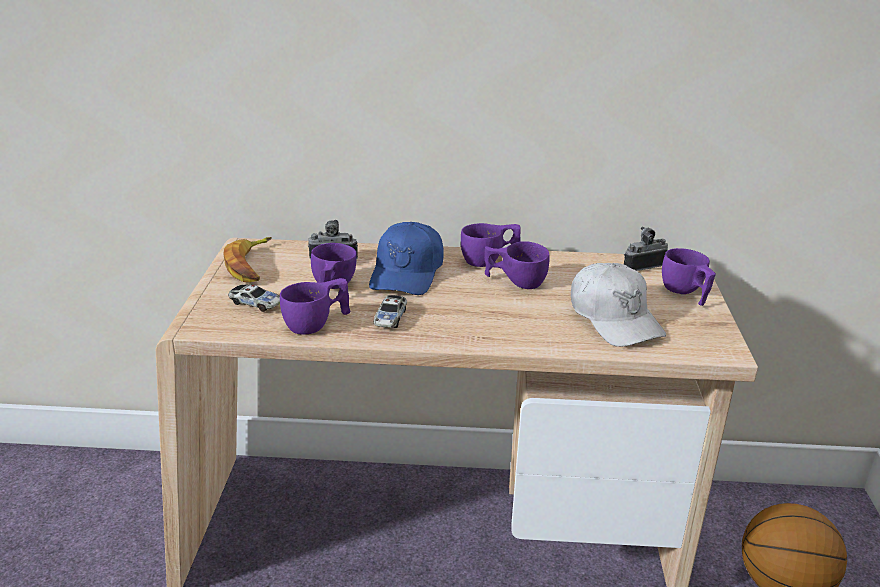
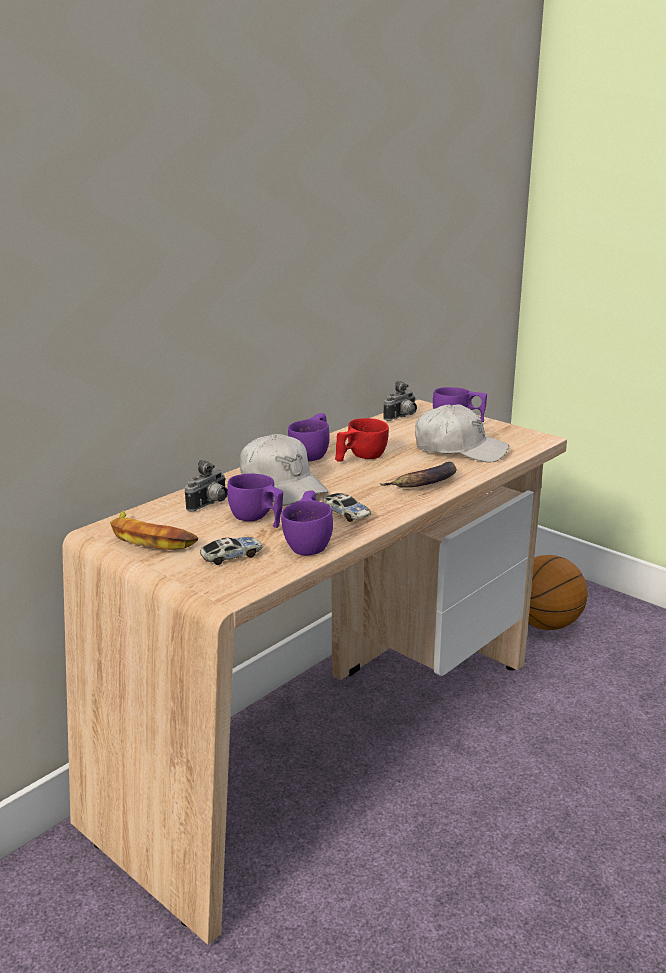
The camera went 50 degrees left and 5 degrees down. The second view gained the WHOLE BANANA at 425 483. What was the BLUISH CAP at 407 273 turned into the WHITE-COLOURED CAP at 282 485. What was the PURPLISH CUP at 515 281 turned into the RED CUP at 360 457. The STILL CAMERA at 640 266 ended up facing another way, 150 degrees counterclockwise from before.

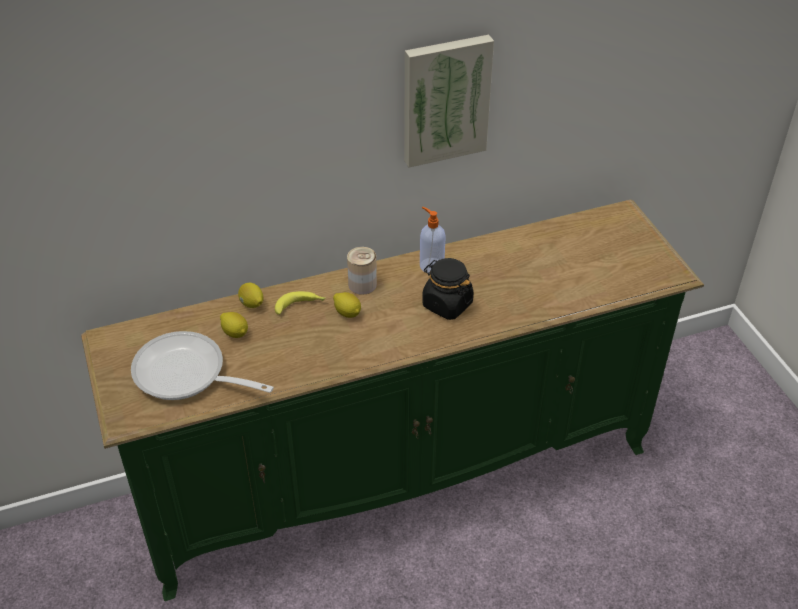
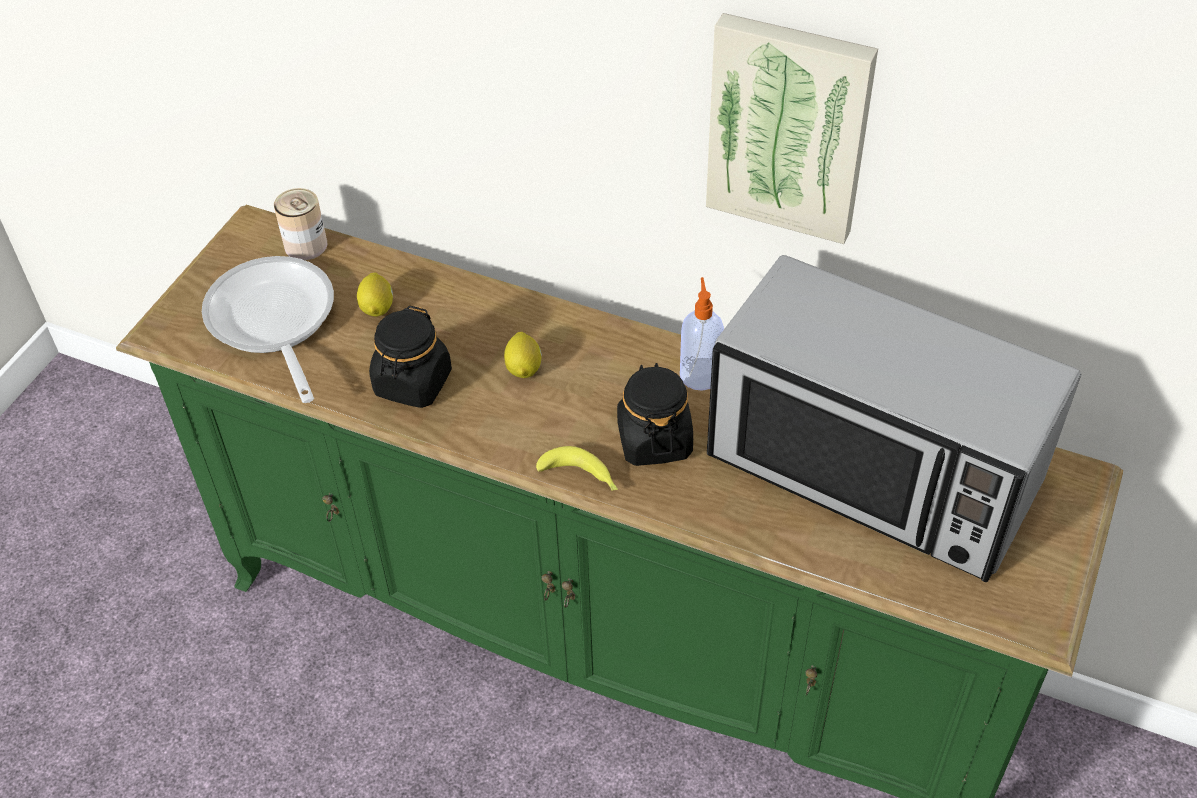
The camera went 45 degrees right and 5 degrees up. The second view lost the LEMON at 252 304. The second view gained the BLACK-COLOURED STORAGE JAR at 413 383. The second view gained the KITCHEN MICROWAVE at 872 470. The WHOLE BANANA ended up elsewhere, having gone from 300 306 to 581 477. The SEALED CAN ended up elsewhere, having gone from 362 284 to 306 245.

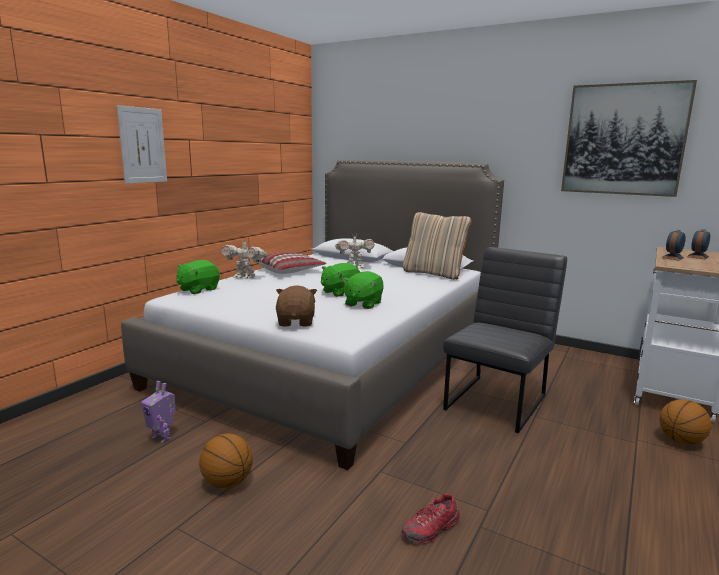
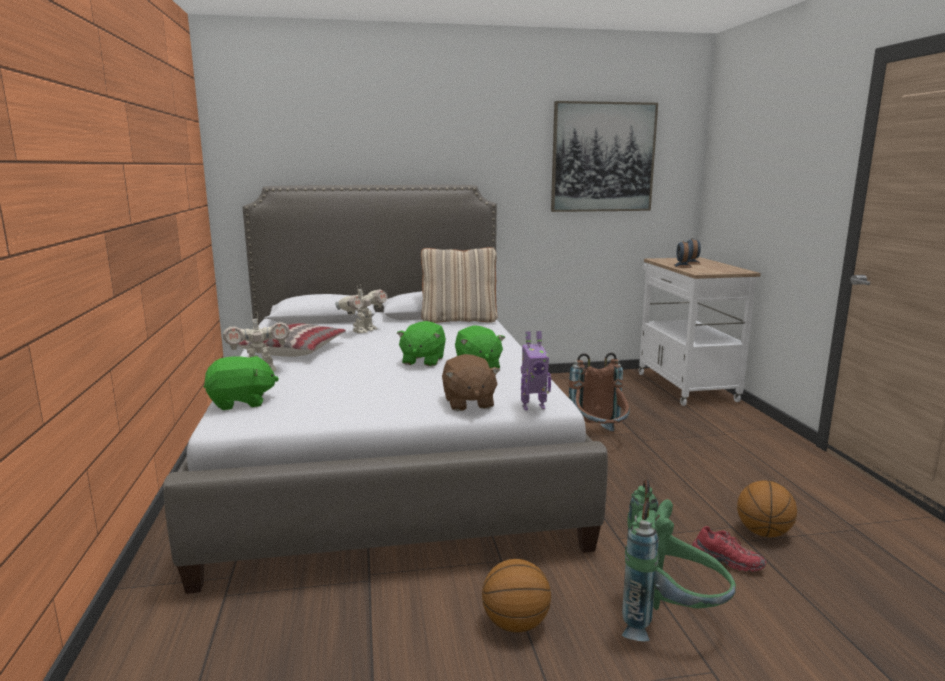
The camera went 40 degrees left and 0 degrees up. The second view lost the WALL ART at 142 145. The second view gained the GREEN KNAPSACK at 669 622. The MODEL ROBOT ended up elsewhere, having gone from 162 437 to 533 406. The BALL FOR BASKETBALL ended up elsewhere, having gone from 681 441 to 763 532. Where the GRAY CHAIR stood at 497 401, the BROWNISH KNAPSACK came to stand at 598 438. The GREEN SOFT TOY at 198 290 ended up facing another way, 105 degrees counterclockwise from before. The BROWNISH SOFT TOY at 296 322 ended up facing another way, 150 degrees counterclockwise from before. The RED LOW SHOE at 431 530 ended up facing another way, 75 degrees counterclockwise from before.

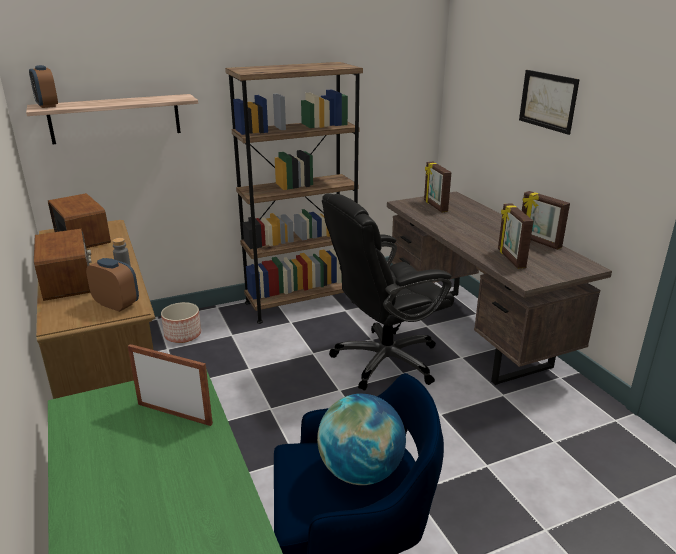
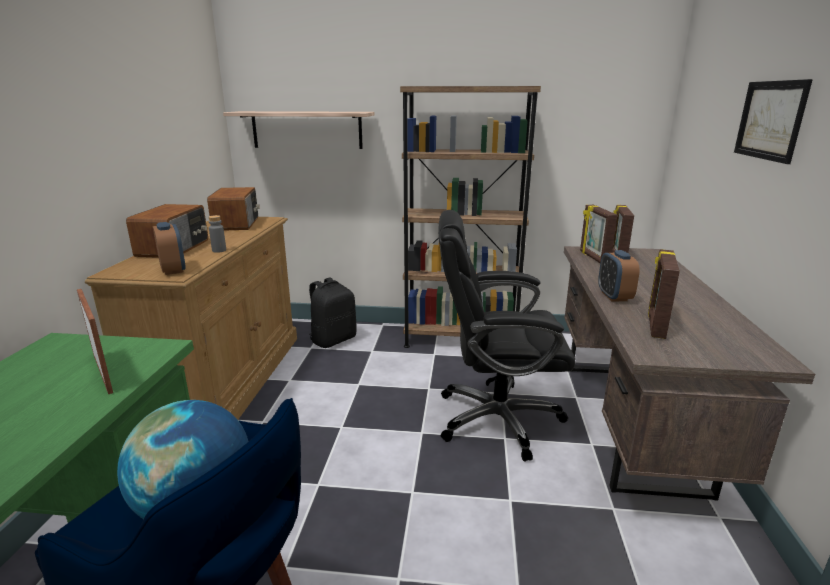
The camera went 30 degrees right and 5 degrees down. The ALARM CLOCK ended up elsewhere, having gone from 47 105 to 614 296. The PHOTO FRAME ended up elsewhere, having gone from 538 242 to 593 257. Where the PLANTER stood at 183 335, the BLACK-COLOURED KNAPSACK came to stand at 333 340.

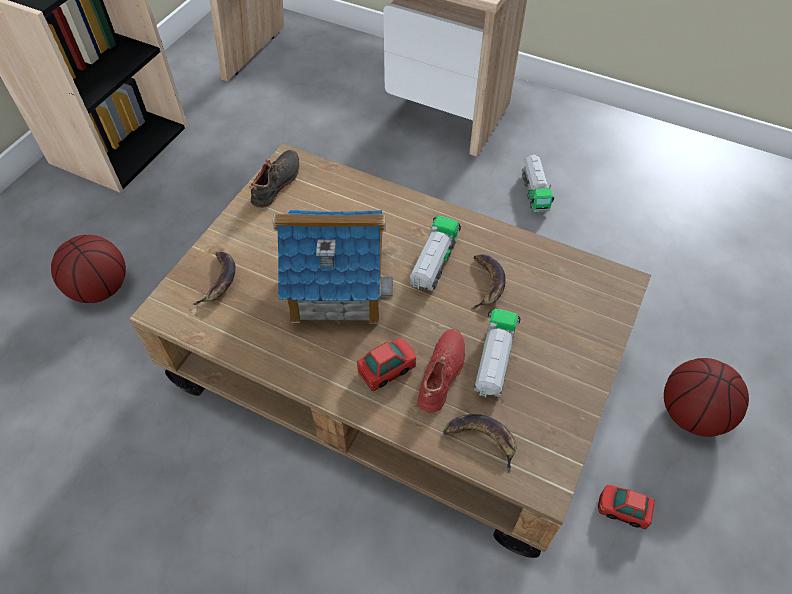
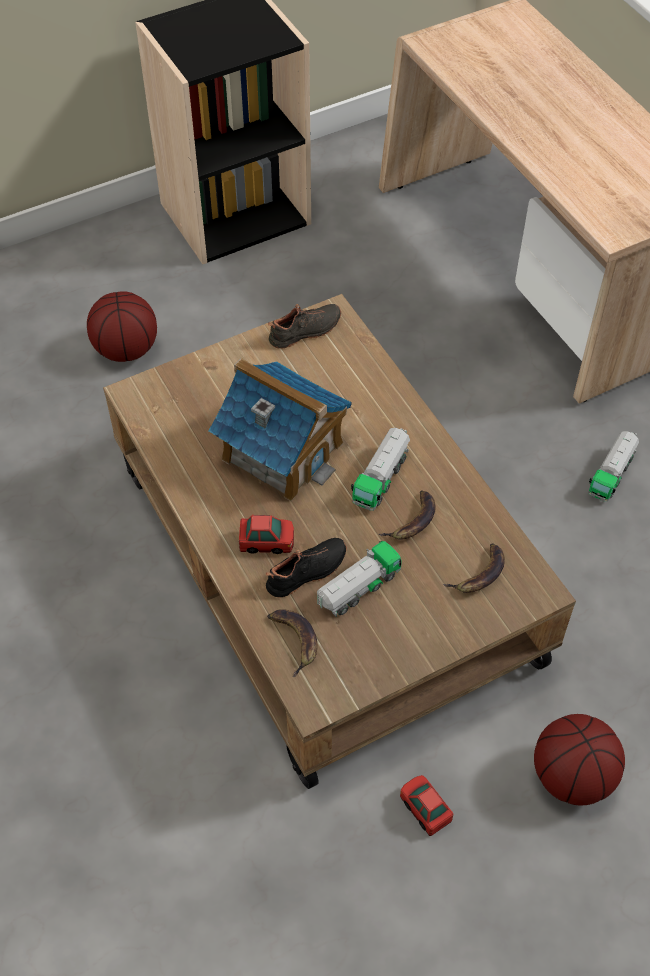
The camera went 35 degrees right and 0 degrees up. The WHOLE BANANA ended up elsewhere, having gone from 219 281 to 480 574. What was the RED LOW SHOE at 443 375 turned into the BLACK-COLOURED LOW SHOE at 307 573. The MODEL TRUCK at 433 264 ended up facing another way, 150 degrees clockwise from before.

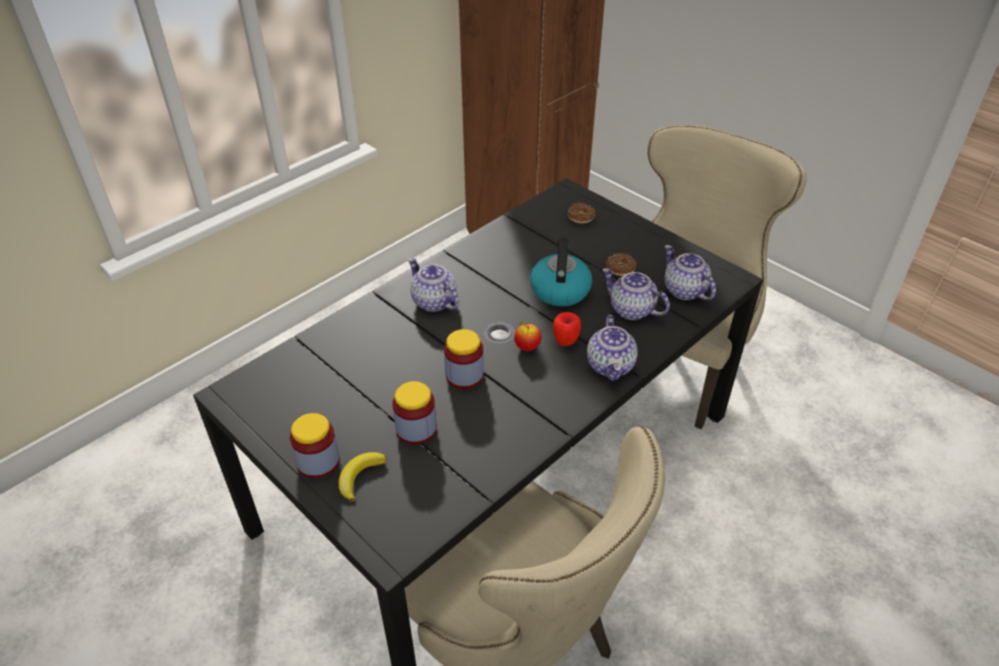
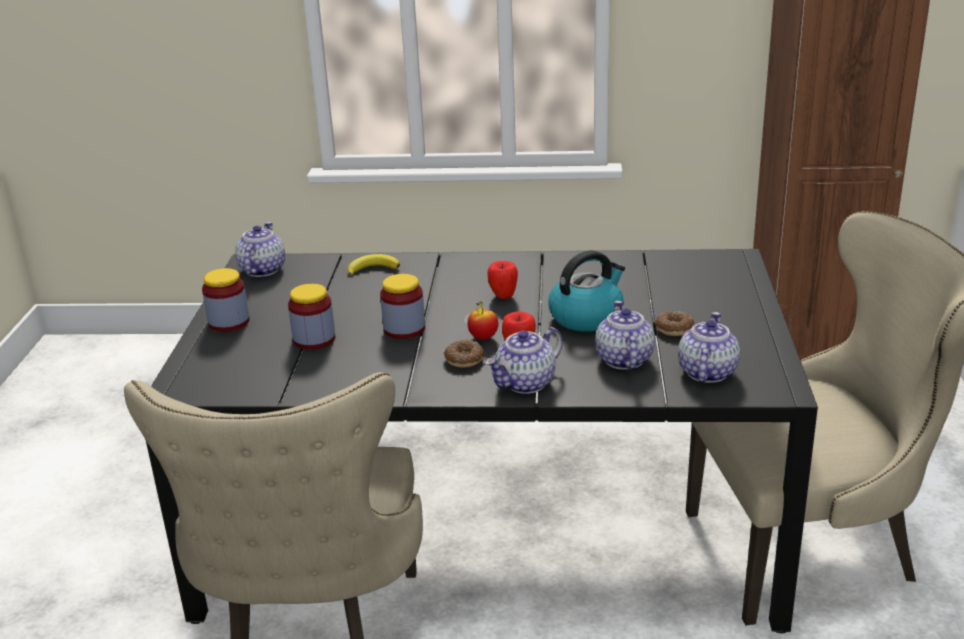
The camera went 50 degrees right and 15 degrees down. The second view gained the APPLE FRUIT at 503 296. The WHOLE BANANA ended up elsewhere, having gone from 359 476 to 373 268. The POT FOR TEA ended up elsewhere, having gone from 433 301 to 262 270. The RING DOUGHNUT ended up elsewhere, having gone from 580 217 to 464 360.

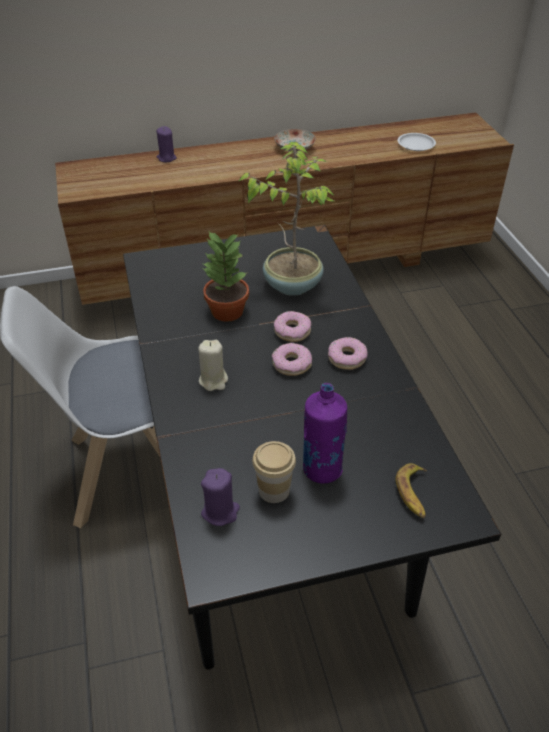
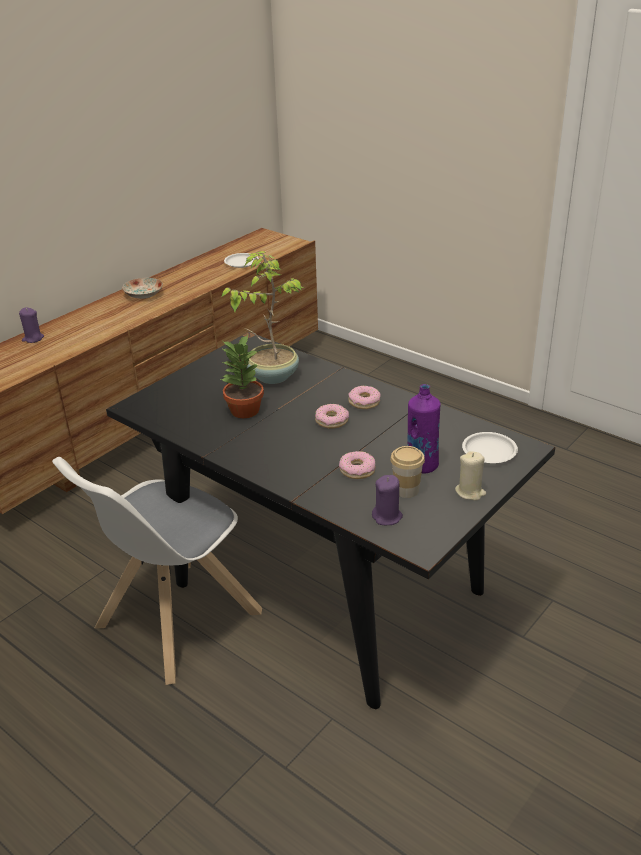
The camera went 35 degrees left and 10 degrees down. The SAND-COLOURED CANDLE ended up elsewhere, having gone from 213 380 to 470 492. The RING DOUGHNUT ended up elsewhere, having gone from 292 331 to 357 470. Where the WHOLE BANANA stood at 413 494, the WHITE-COLOURED FLAT DISH came to stand at 489 451.

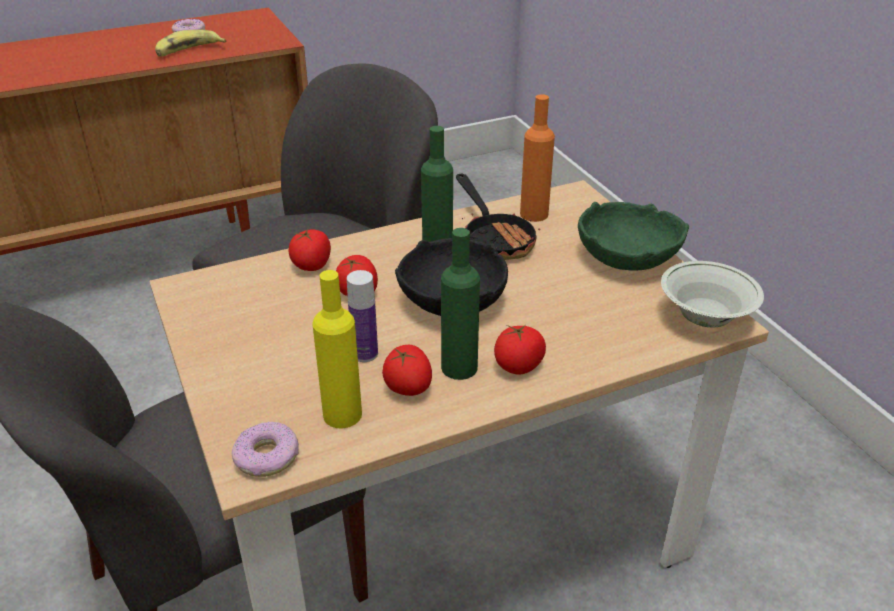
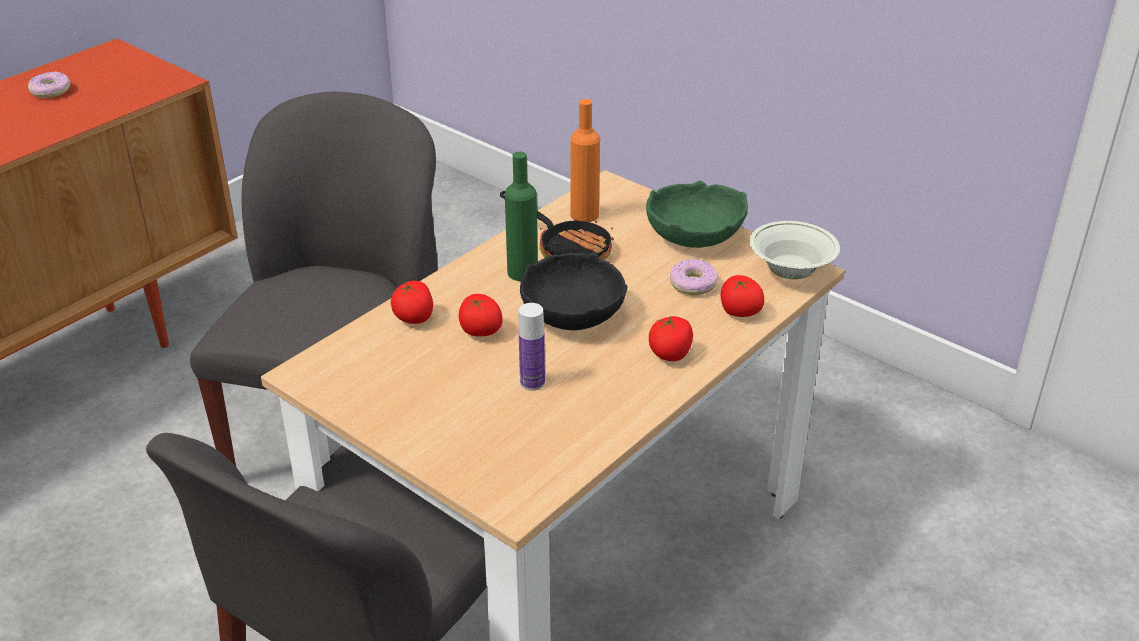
The camera went 25 degrees left and 0 degrees up. The second view lost the WHOLE BANANA at 188 51. The second view lost the YELLOW-COLOURED BEVERAGE BOTTLE at 342 414. The second view lost the GREEN BEVERAGE BOTTLE at 459 367. The RING DOUGHNUT ended up elsewhere, having gone from 267 457 to 693 284. The WHOLE TOMATO ended up elsewhere, having gone from 408 387 to 739 312.

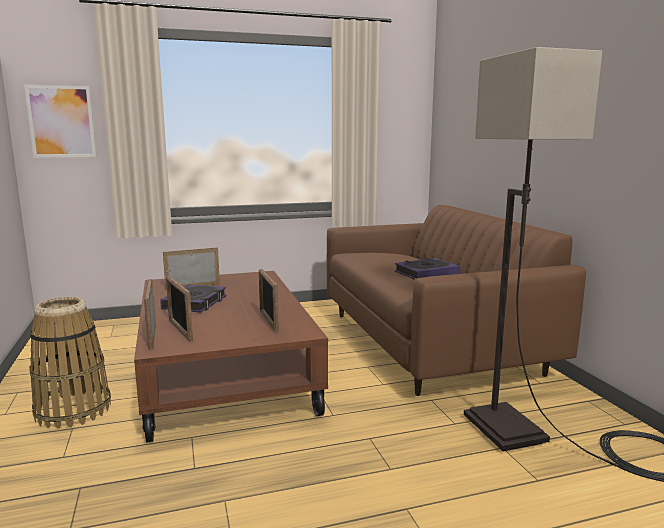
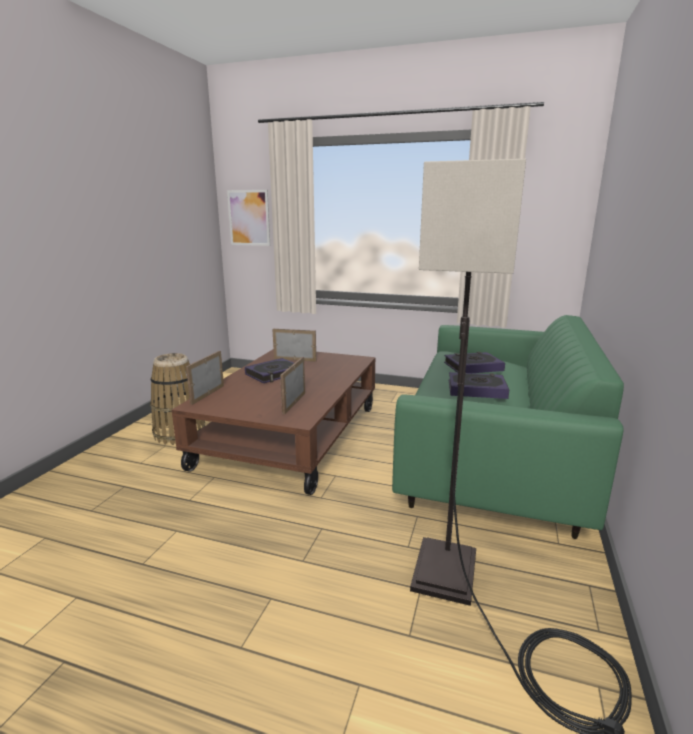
The camera went 35 degrees right and 5 degrees up. The second view lost the PHOTO FRAME at 180 330. The second view gained the BOUND BOOK at 473 367. What was the BROWNISH COUCH at 429 343 turned into the GREEN COUCH at 492 461.

